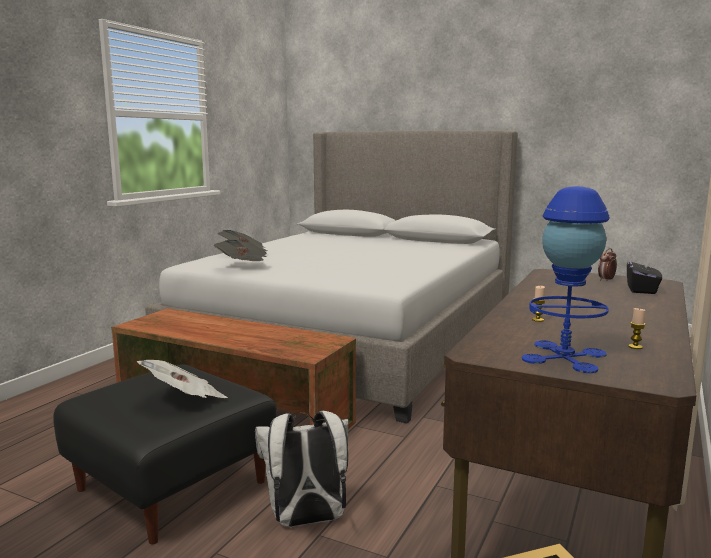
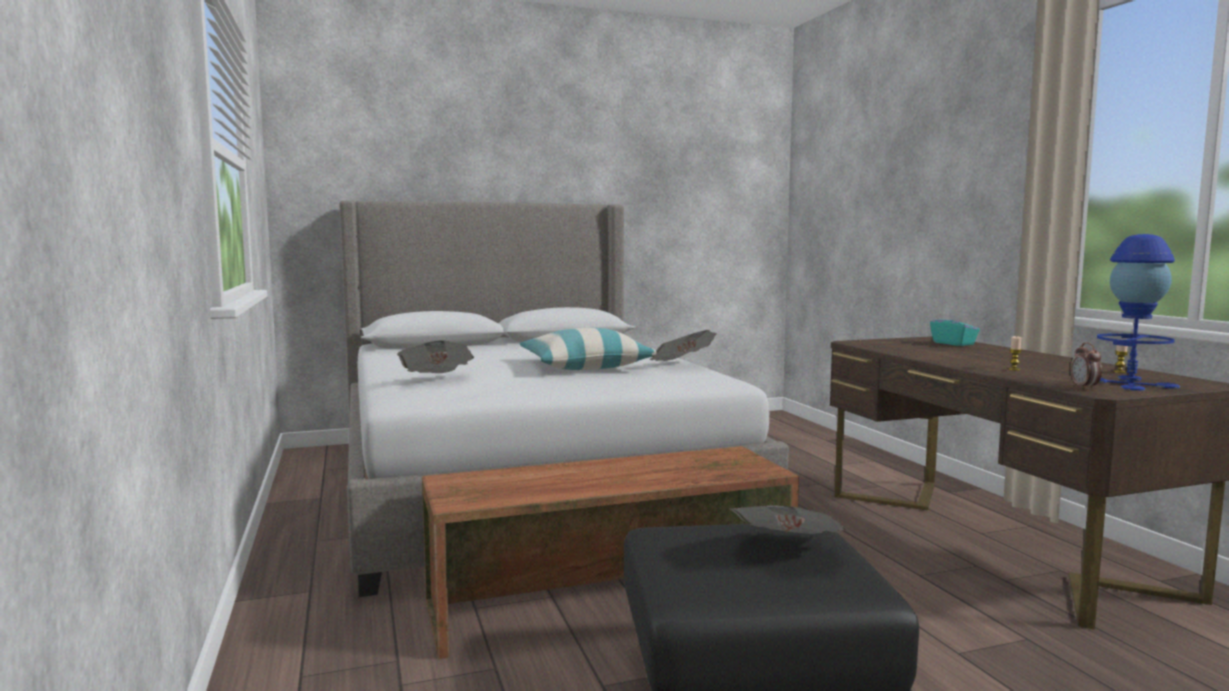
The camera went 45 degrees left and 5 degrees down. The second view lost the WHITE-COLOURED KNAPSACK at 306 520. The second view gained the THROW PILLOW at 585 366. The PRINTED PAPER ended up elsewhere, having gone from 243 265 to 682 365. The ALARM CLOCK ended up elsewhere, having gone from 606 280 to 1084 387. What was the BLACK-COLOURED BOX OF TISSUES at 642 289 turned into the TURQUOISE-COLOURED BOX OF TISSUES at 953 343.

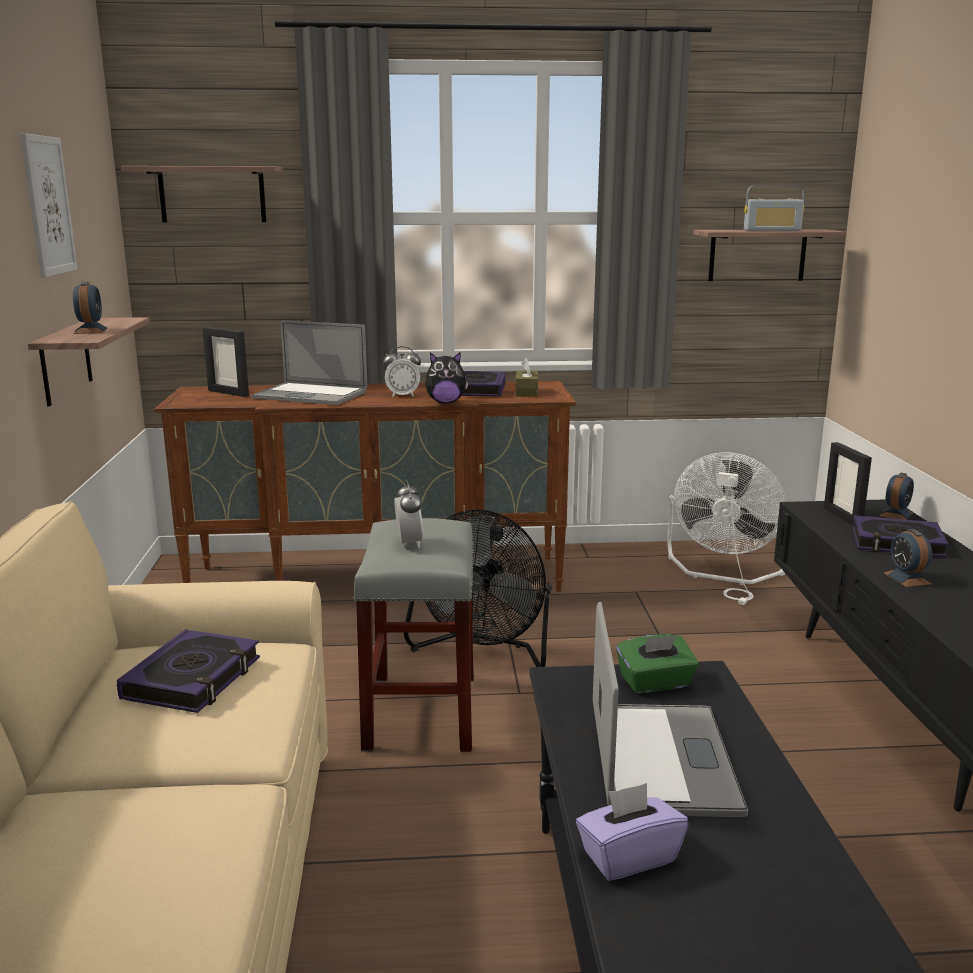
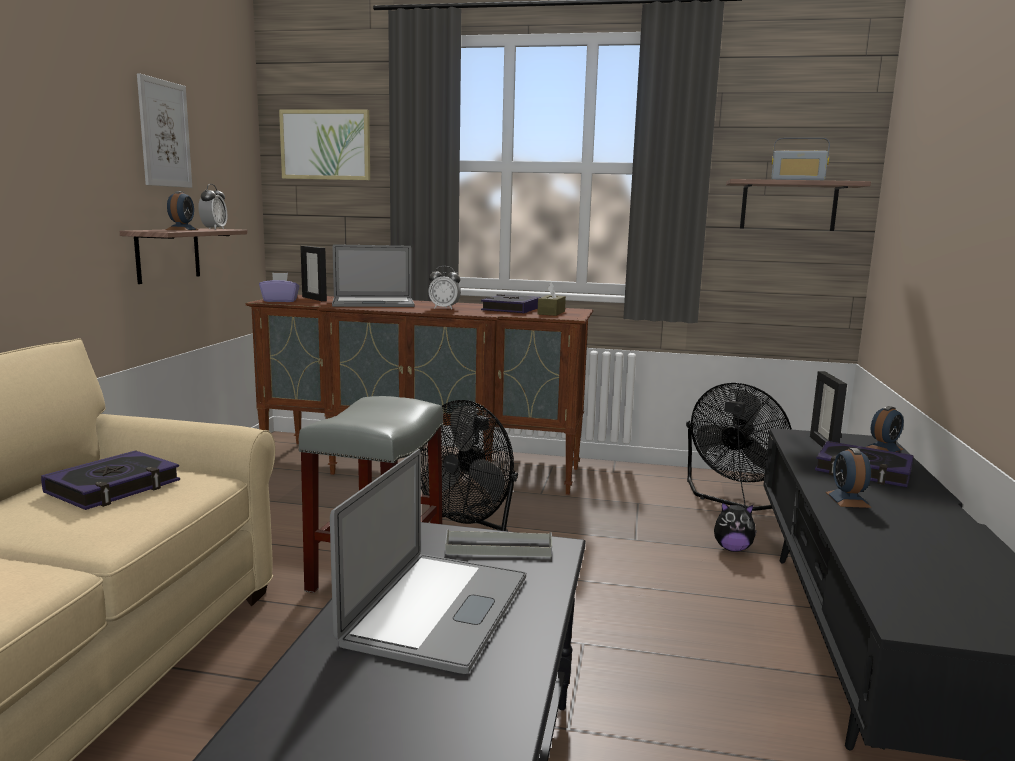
The camera went 15 degrees right and 5 degrees down. The ALARM CLOCK ended up elsewhere, having gone from 409 544 to 214 229. The SOFT TOY ended up elsewhere, having gone from 445 402 to 732 549. The PURPLISH BOX OF TISSUES ended up elsewhere, having gone from 628 857 to 280 301. Where the WALL SHELF hung at 212 194, the WALL ART came to hang at 326 145. Where the GREEN BOX OF TISSUES stood at 655 683, the GRAY CARRYING TRAY came to stand at 498 548. What was the WHITE-COLOURED FAN at 725 575 turned into the BLACK-COLOURED FAN at 733 501. The NOTEBOOK COMPUTER at 310 395 ended up facing another way, 45 degrees counterclockwise from before.

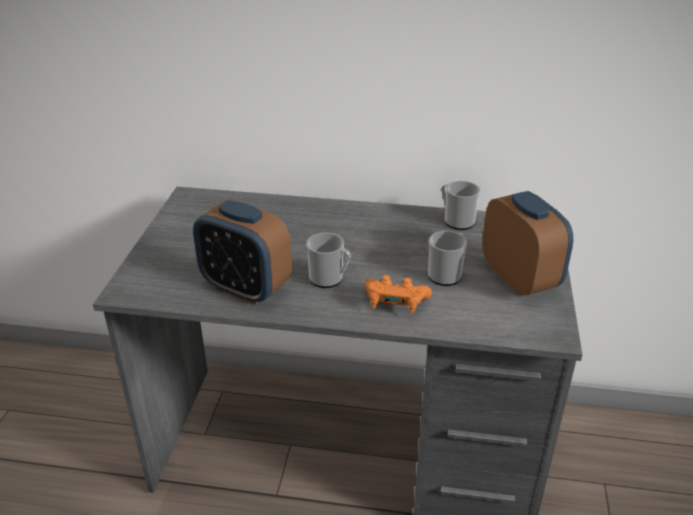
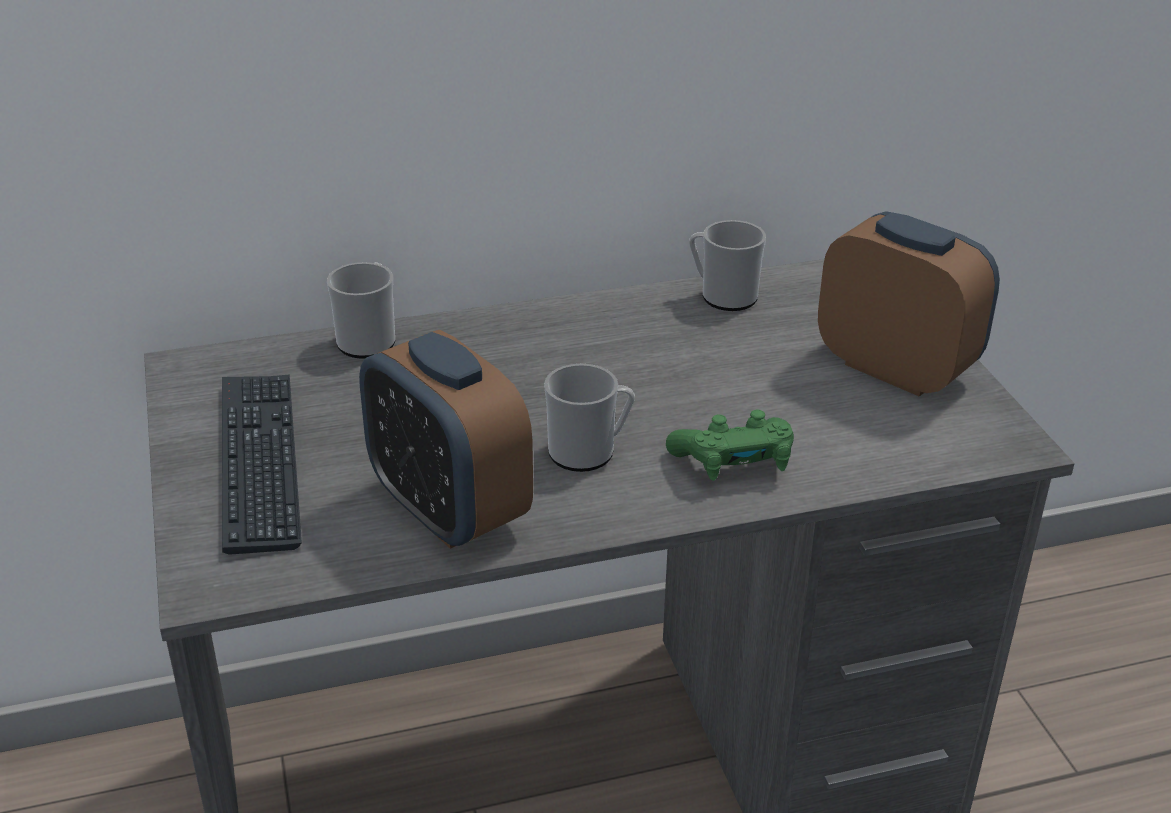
The camera went 25 degrees left and 0 degrees up. The second view gained the COMPUTER KEYBOARD at 259 461. The MUG ended up elsewhere, having gone from 447 274 to 369 339. What was the ORANGE JOYPAD at 395 303 turned into the GREEN JOYPAD at 734 463. The ALARM CLOCK at 245 288 ended up facing another way, 45 degrees clockwise from before.

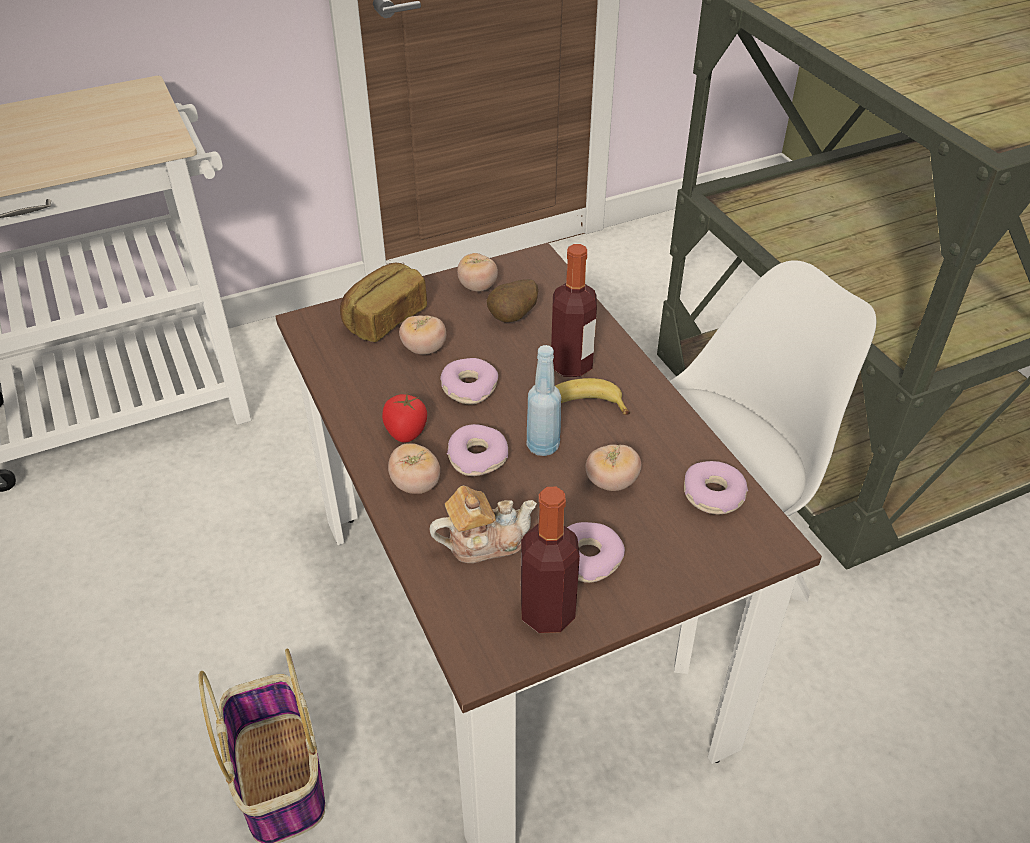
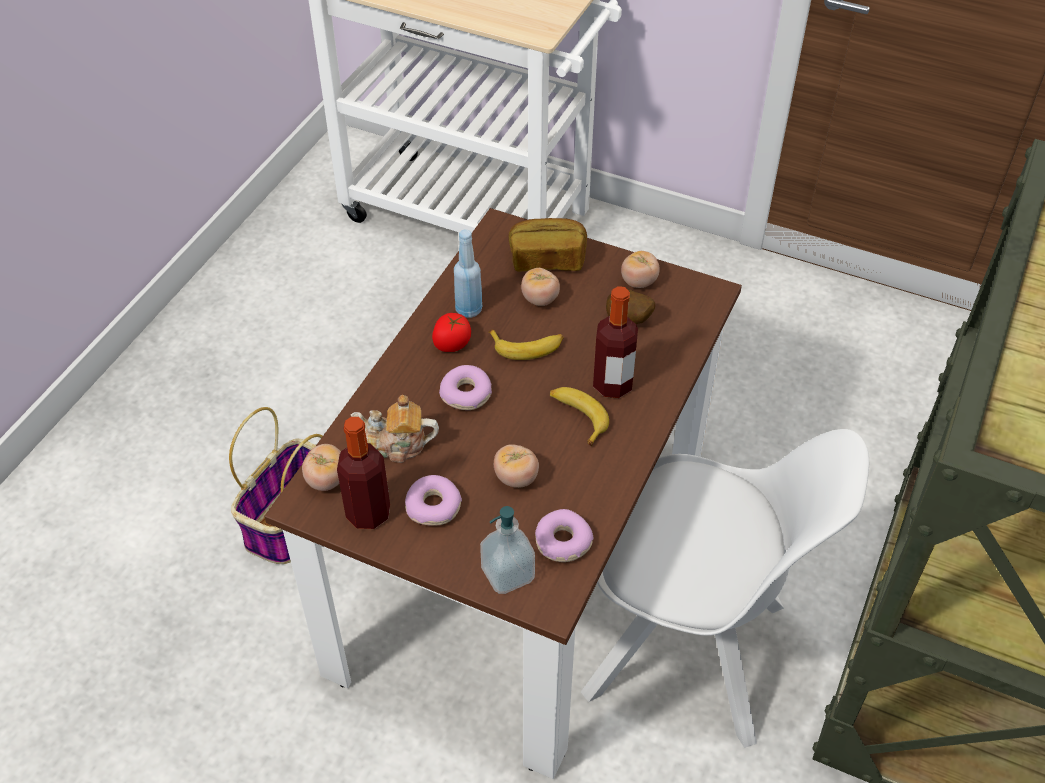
The camera went 50 degrees right and 5 degrees up. The second view gained the SOAP DISPENSER at 507 574. The WHOLE TOMATO ended up elsewhere, having gone from 415 484 to 326 480. The BLUISH BEVERAGE BOTTLE ended up elsewhere, having gone from 543 446 to 469 309. Where the RING DOUGHNUT stood at 469 388, the WHOLE BANANA came to stand at 527 347. The POT FOR TEA at 484 541 ended up facing another way, 150 degrees clockwise from before.

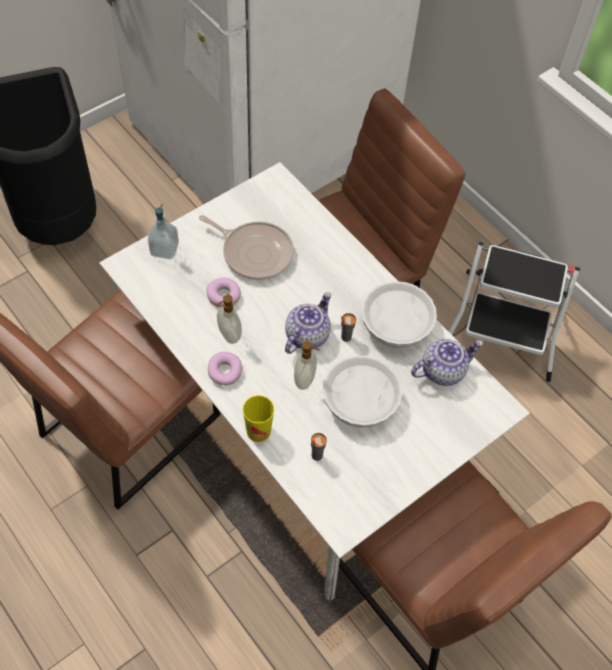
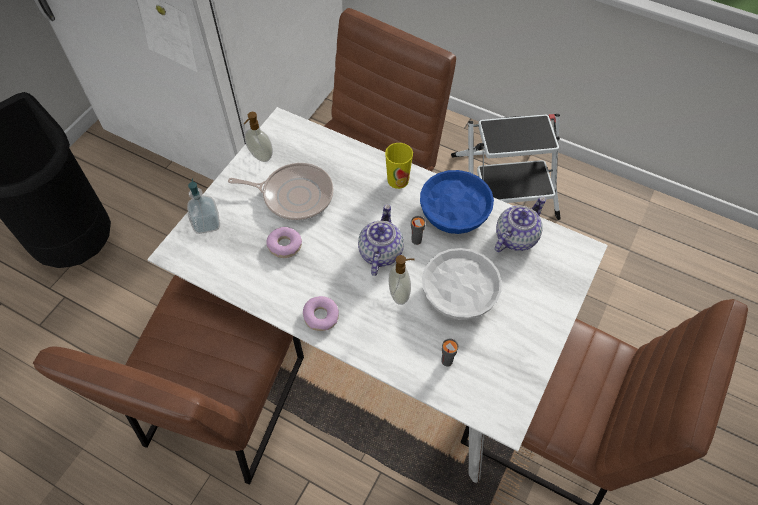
The camera went 20 degrees left and 0 degrees up. The SOAP DISPENSER ended up elsewhere, having gone from 228 335 to 260 156. The CUP ended up elsewhere, having gone from 258 431 to 398 180. What was the WHITE-COLOURED SERVING BOWL at 396 325 turned into the BLUISH SERVING BOWL at 454 213.

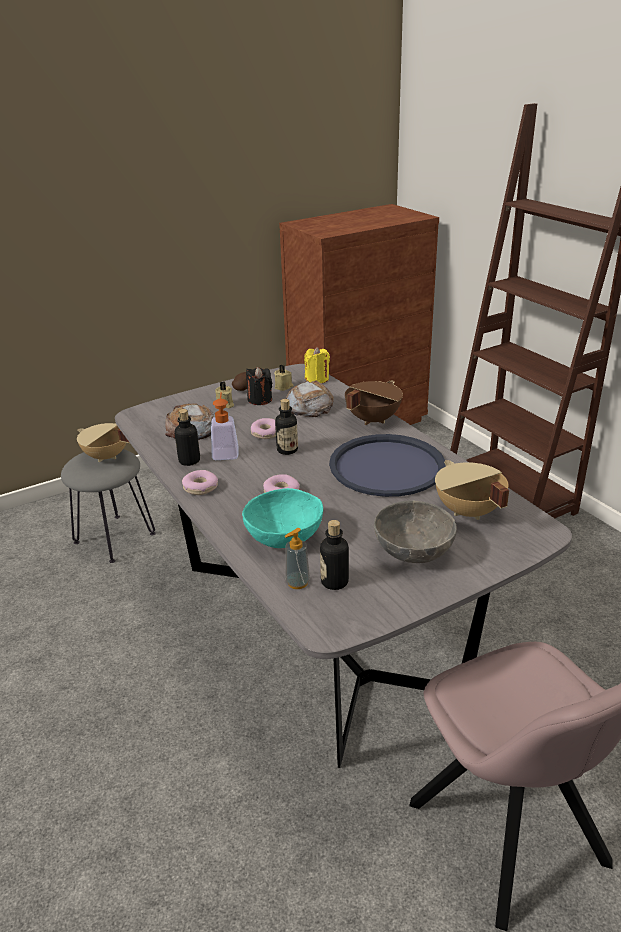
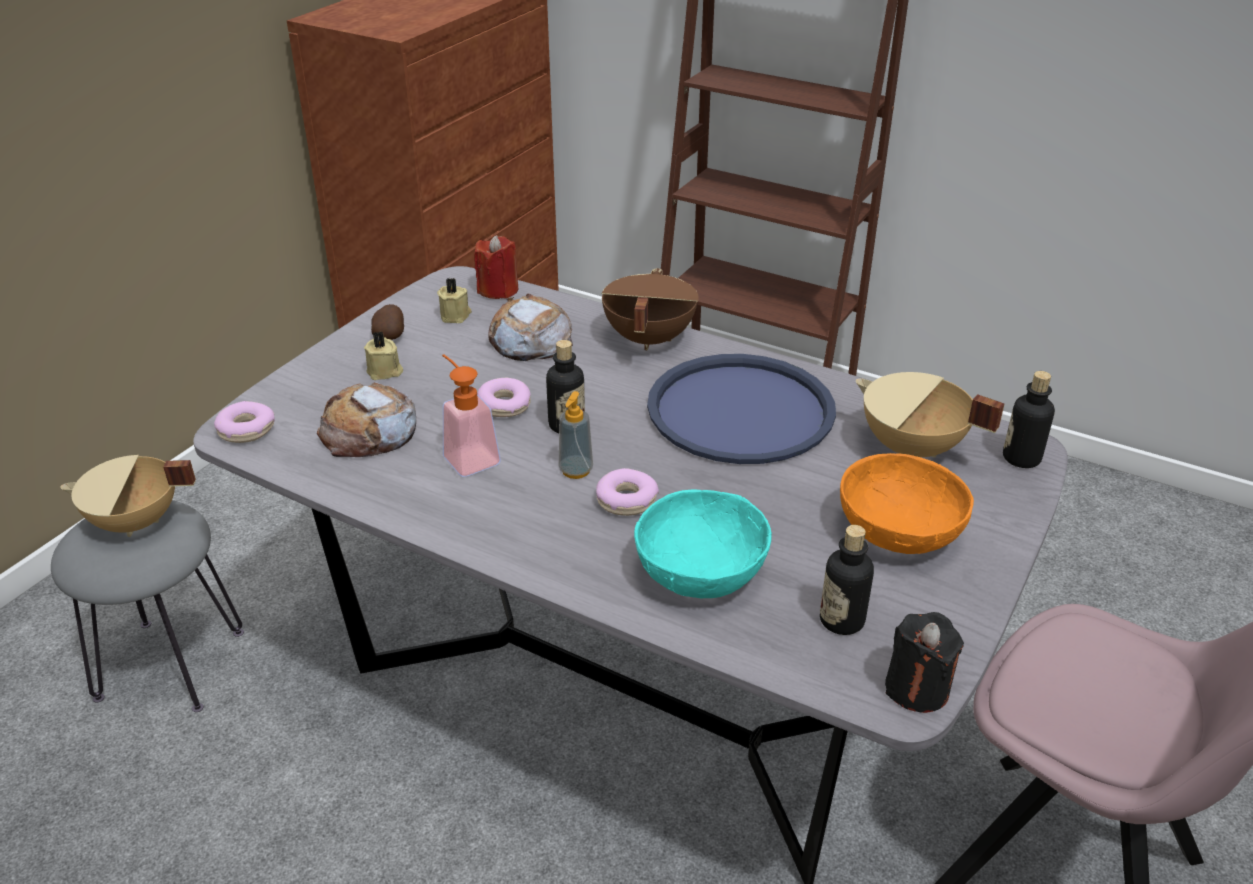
The camera went 30 degrees left and 5 degrees up. The BEVERAGE BOTTLE ended up elsewhere, having gone from 189 461 to 1021 458. The RING DOUGHNUT ended up elsewhere, having gone from 200 487 to 246 430. The BLACK-COLOURED CANDLE ended up elsewhere, having gone from 259 400 to 917 688. The SOAP DISPENSER ended up elsewhere, having gone from 297 583 to 576 470. What was the YELLOW-COLOURED CANDLE at 317 379 turned into the RED CANDLE at 498 290. What was the GRAY SERVING BOWL at 413 551 turned into the ORANGE SERVING BOWL at 899 533.

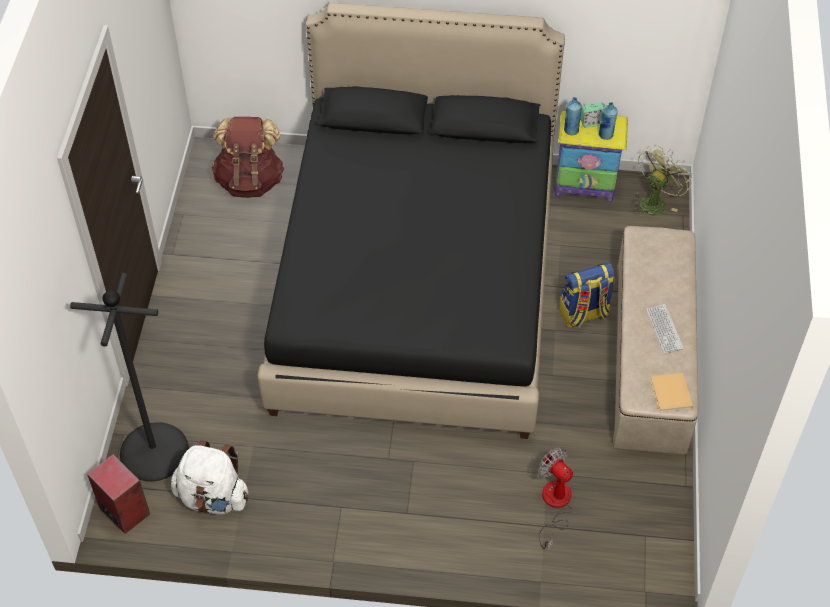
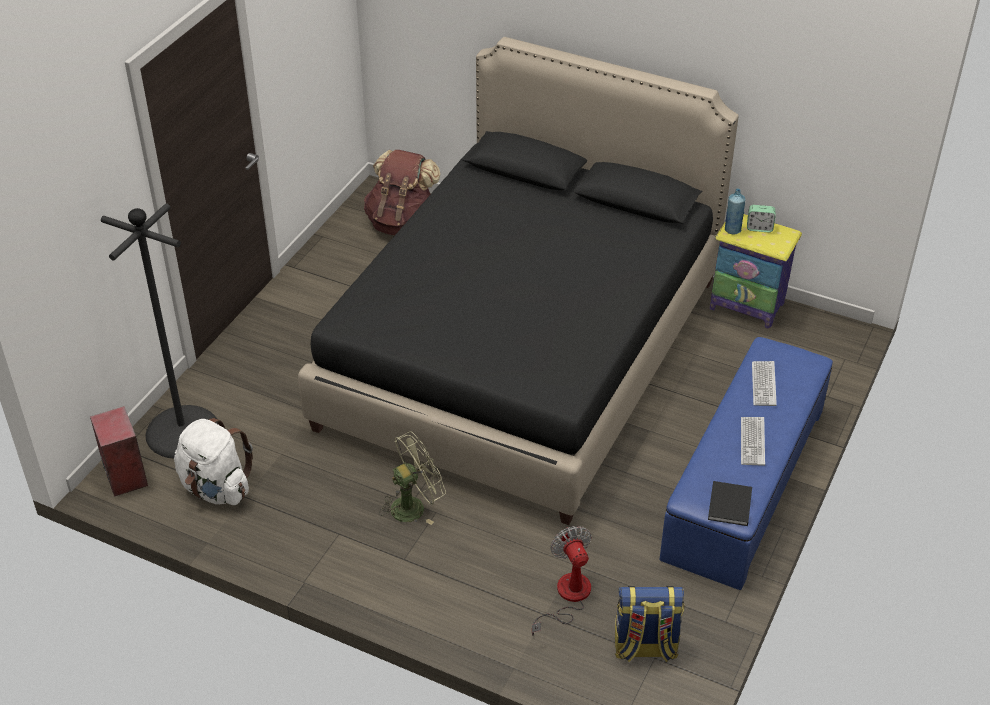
The camera went 20 degrees right and 10 degrees down. The second view lost the BLUISH BEVERAGE BOTTLE at 606 135. The second view gained the COMPUTER KEYBOARD at 763 384. The KNAPSACK ended up elsewhere, having gone from 584 314 to 644 647. The GREEN FAN ended up elsewhere, having gone from 655 201 to 414 505. What was the SAND-COLOURED LONG SEAT at 651 356 turned into the BLUISH LONG SEAT at 745 483. What was the SAND-COLOURED BOUND BOOK at 671 395 turned into the BLACK-COLOURED BOUND BOOK at 729 506.

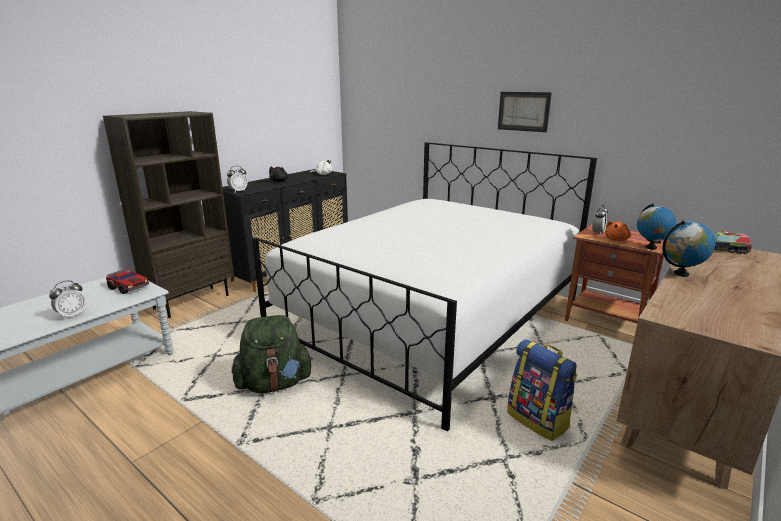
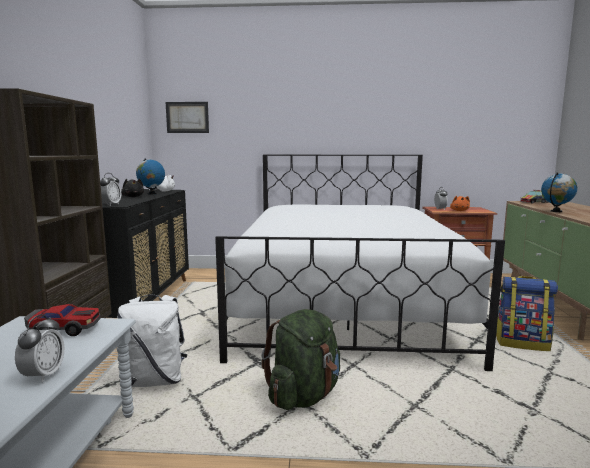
The camera went 35 degrees left and 10 degrees down. The second view gained the WHITE-COLOURED KNAPSACK at 155 380. The WALL ART ended up elsewhere, having gone from 523 111 to 187 117. The GLOBE ended up elsewhere, having gone from 650 247 to 151 194.

